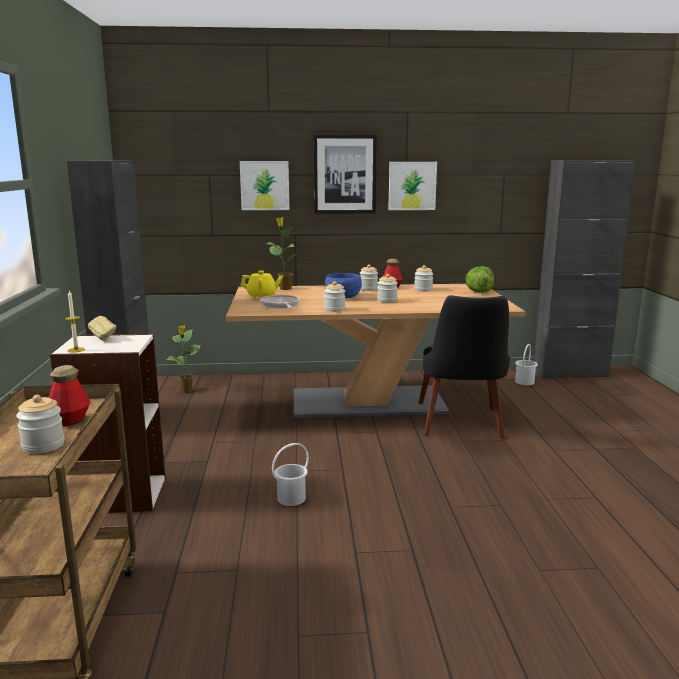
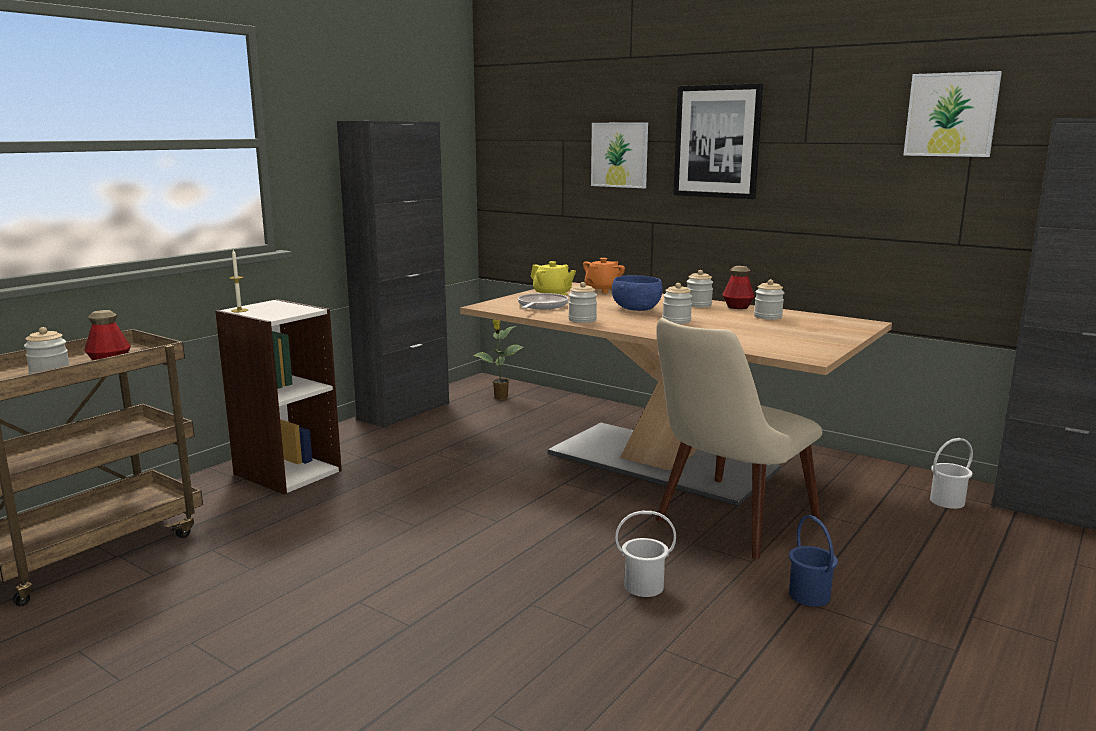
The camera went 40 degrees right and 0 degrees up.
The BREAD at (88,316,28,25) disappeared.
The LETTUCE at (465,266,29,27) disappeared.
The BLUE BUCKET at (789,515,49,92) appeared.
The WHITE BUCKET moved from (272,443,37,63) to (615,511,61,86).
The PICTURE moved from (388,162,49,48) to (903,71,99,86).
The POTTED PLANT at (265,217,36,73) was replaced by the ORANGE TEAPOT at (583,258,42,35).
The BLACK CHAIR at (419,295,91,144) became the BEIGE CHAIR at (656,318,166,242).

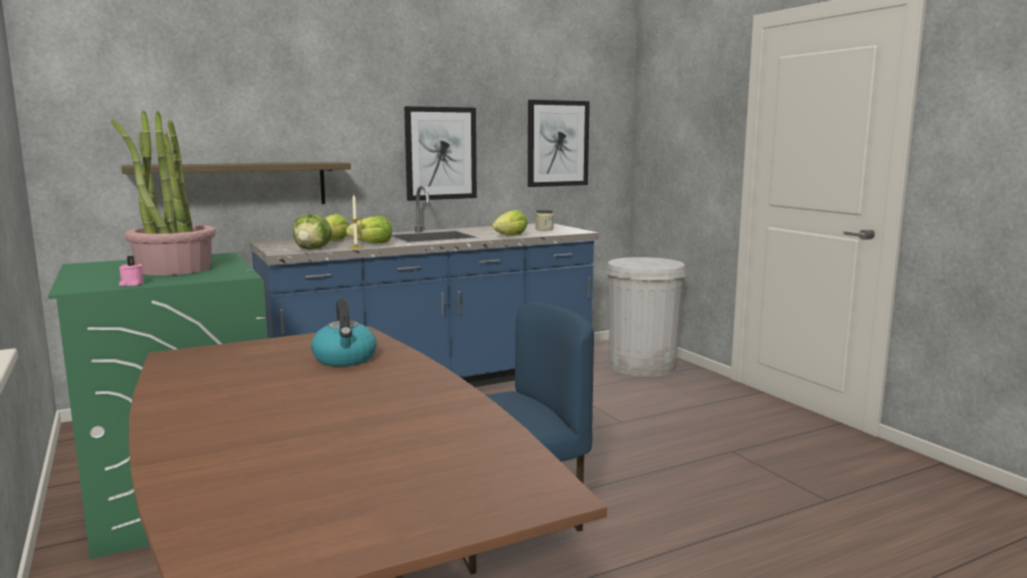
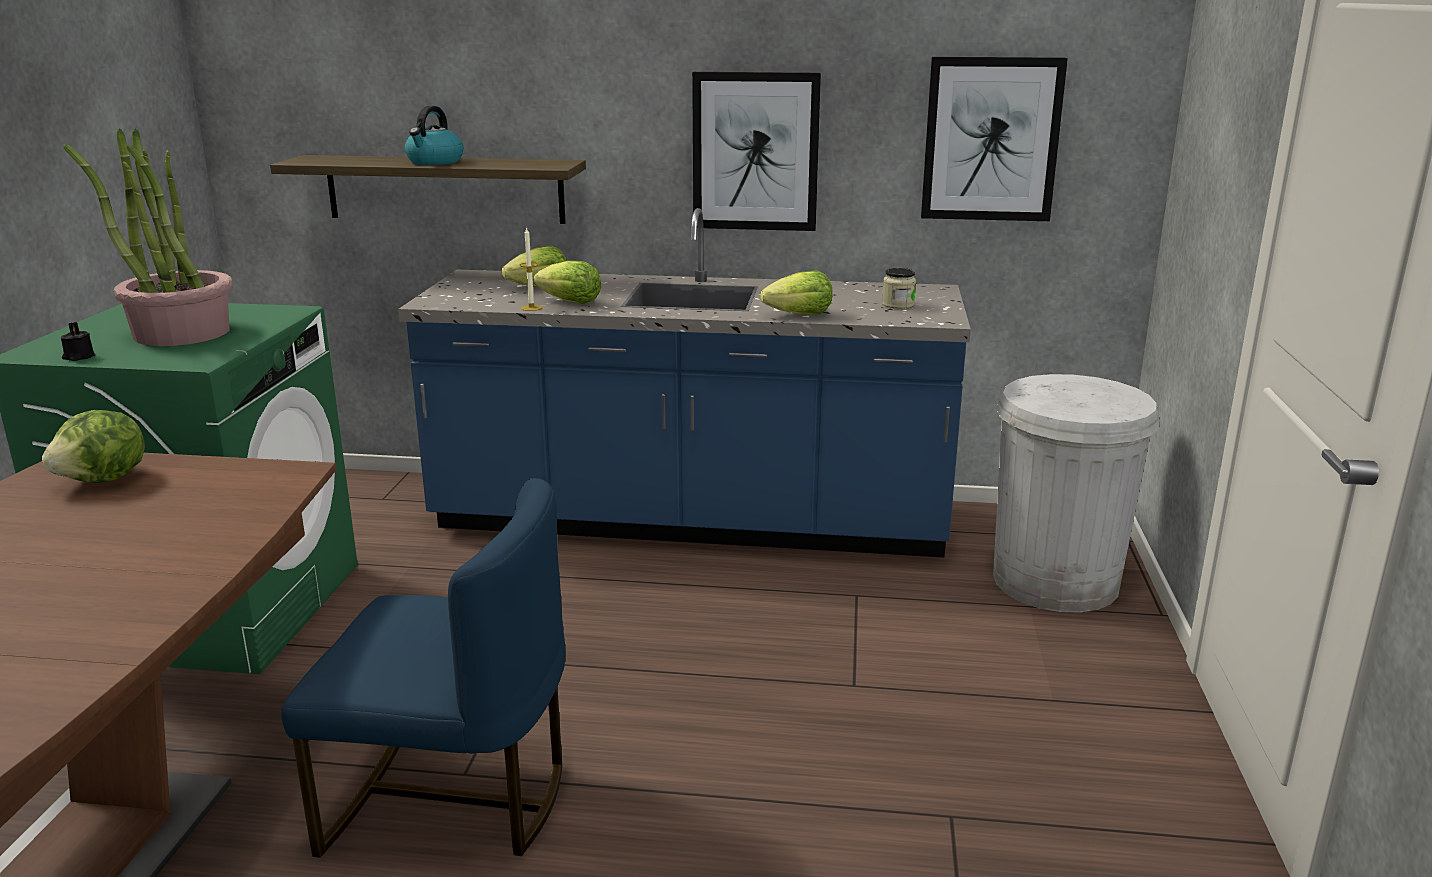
The camera went 35 degrees right and 10 degrees up.
The LETTUCE moved from (293,214,39,35) to (42,410,103,73).
The KETTLE moved from (311,299,66,67) to (405,106,58,59).
The PINK CANDLE at (119,256,25,30) became the BLACK CANDLE at (60,322,35,39).

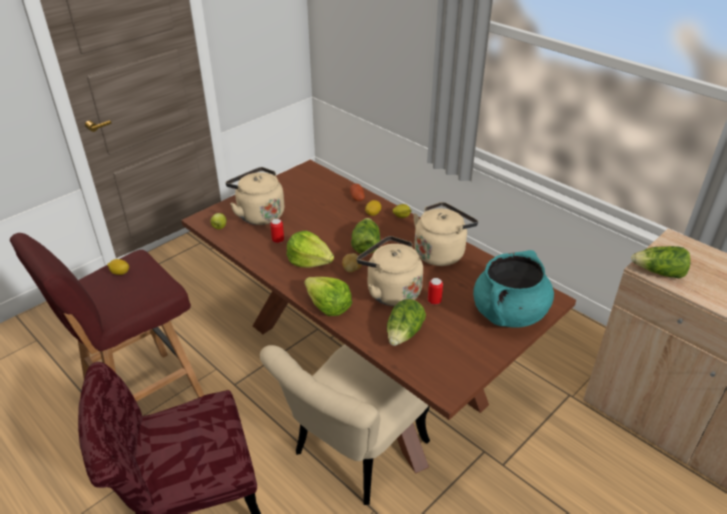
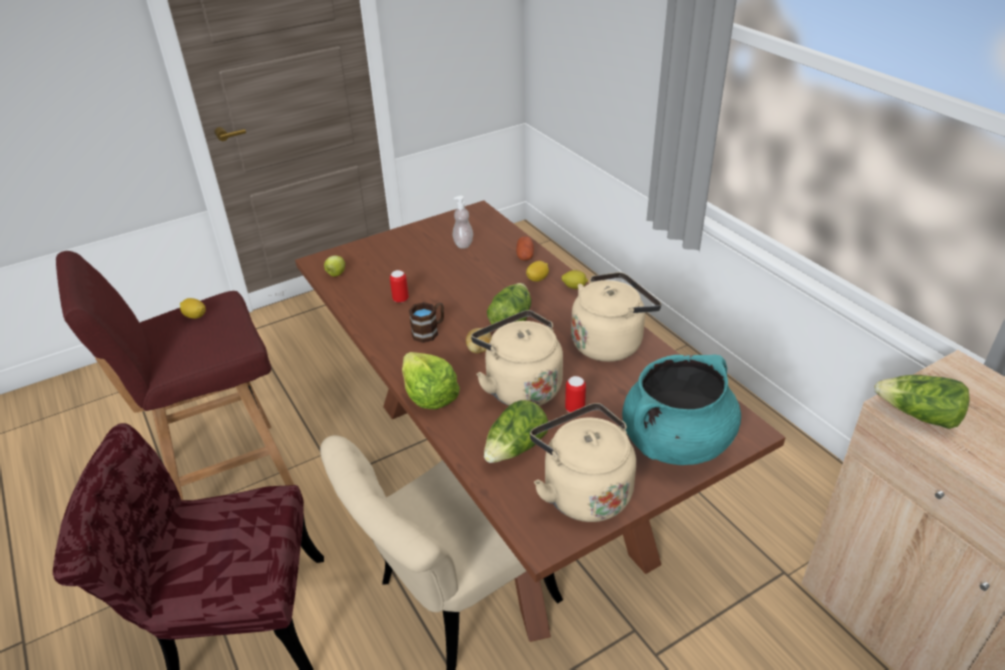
The camera went 15 degrees right and 0 degrees up.
The SOAP DISPENSER at (453,196,20,53) appeared.
The BEIGE KETTLE moved from (225,167,59,58) to (530,403,106,119).
The LETTUCE at (287,231,47,37) was replaced by the BROWN MUG at (409,302,35,41).

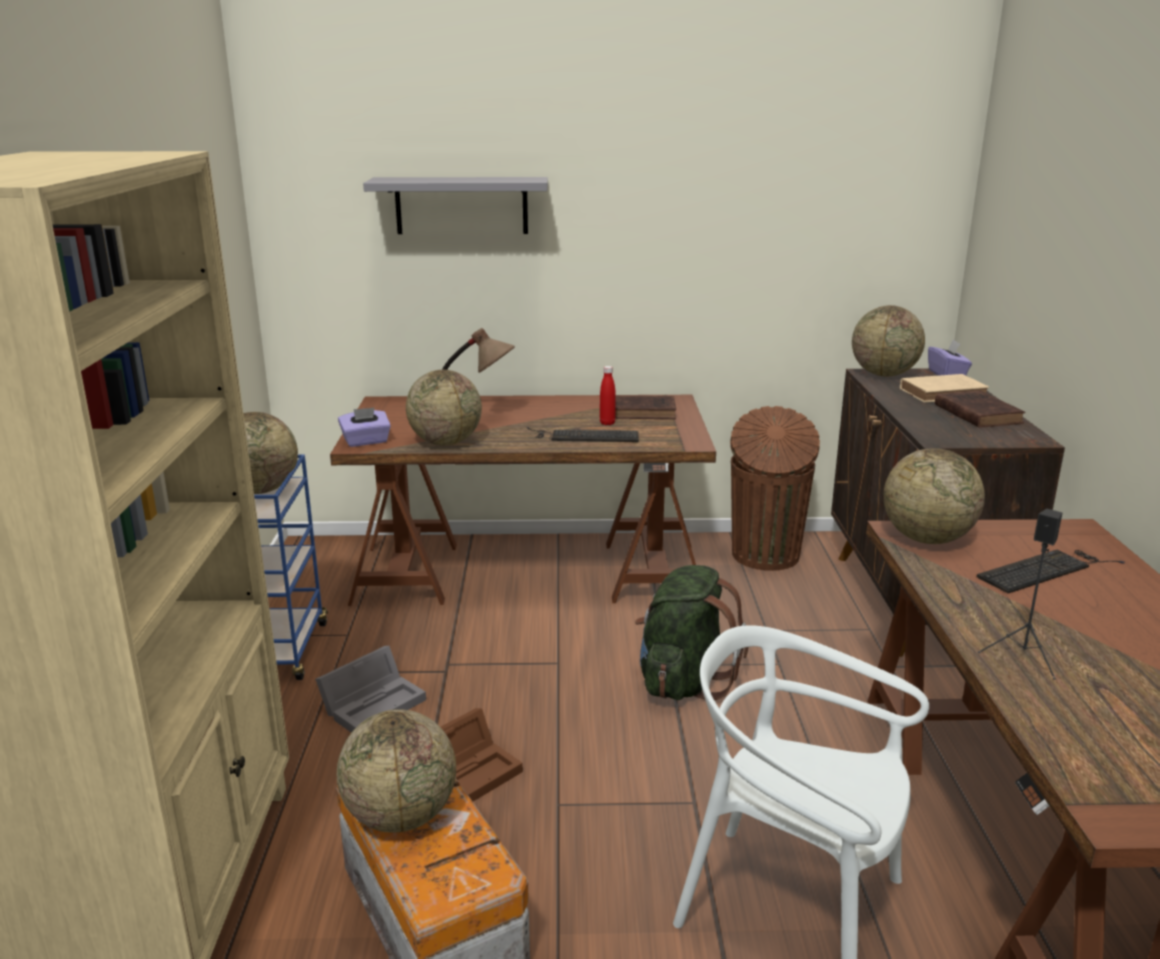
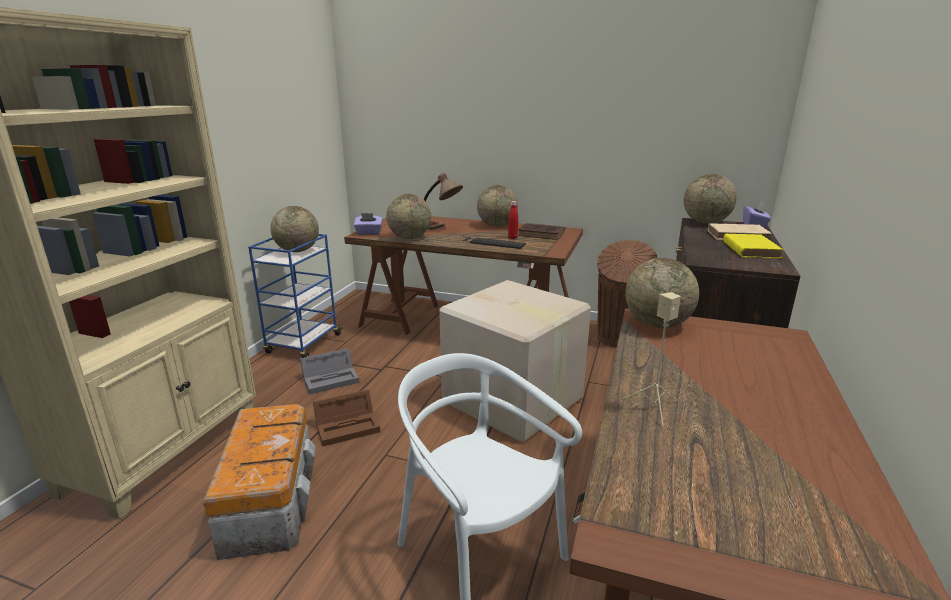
The camera went 20 degrees right and 0 degrees up.
The GREY SHELF at (363,177,185,57) disappeared.
The KEYBOARD at (977,550,148,43) disappeared.
The GLOBE moved from (337,709,119,124) to (477,185,41,42).
The GREEN BACKPACK at (635,565,113,135) was replaced by the CARDBOARD BOX at (439,280,152,162).
The BROWN BOOK at (935,390,91,38) became the YELLOW BOOK at (723,233,60,26).
The BLACK SPEAKER at (978,509,84,171) became the BEIGE SPEAKER at (620,292,61,138).

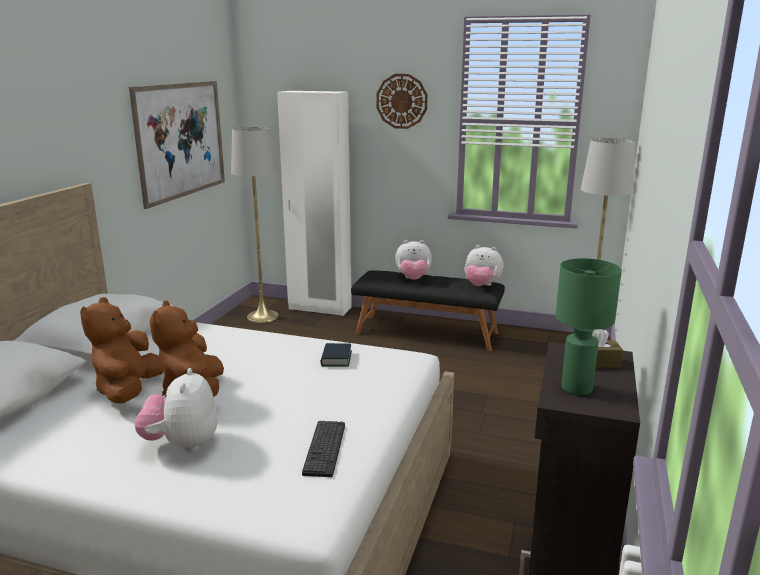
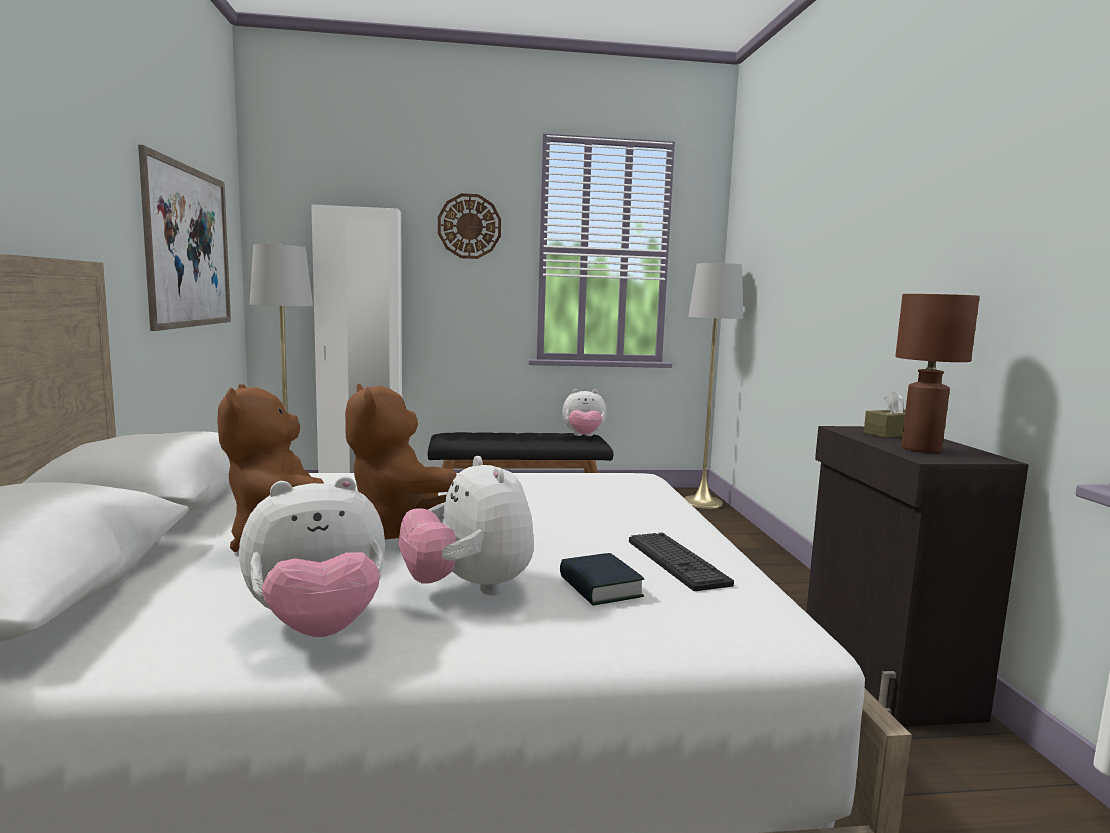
The camera went 25 degrees left and 10 degrees down.
The BOOK moved from (321,343,31,23) to (560,553,84,53).
The PLUSH TOY moved from (395,240,37,40) to (239,476,146,161).
The GREEN TABLE LAMP at (555,258,67,137) became the BROWN TABLE LAMP at (895,294,85,159).

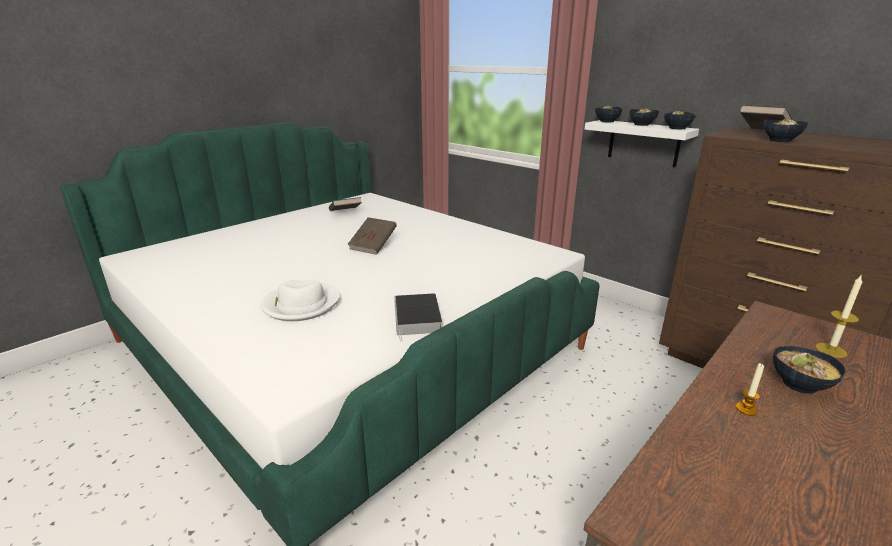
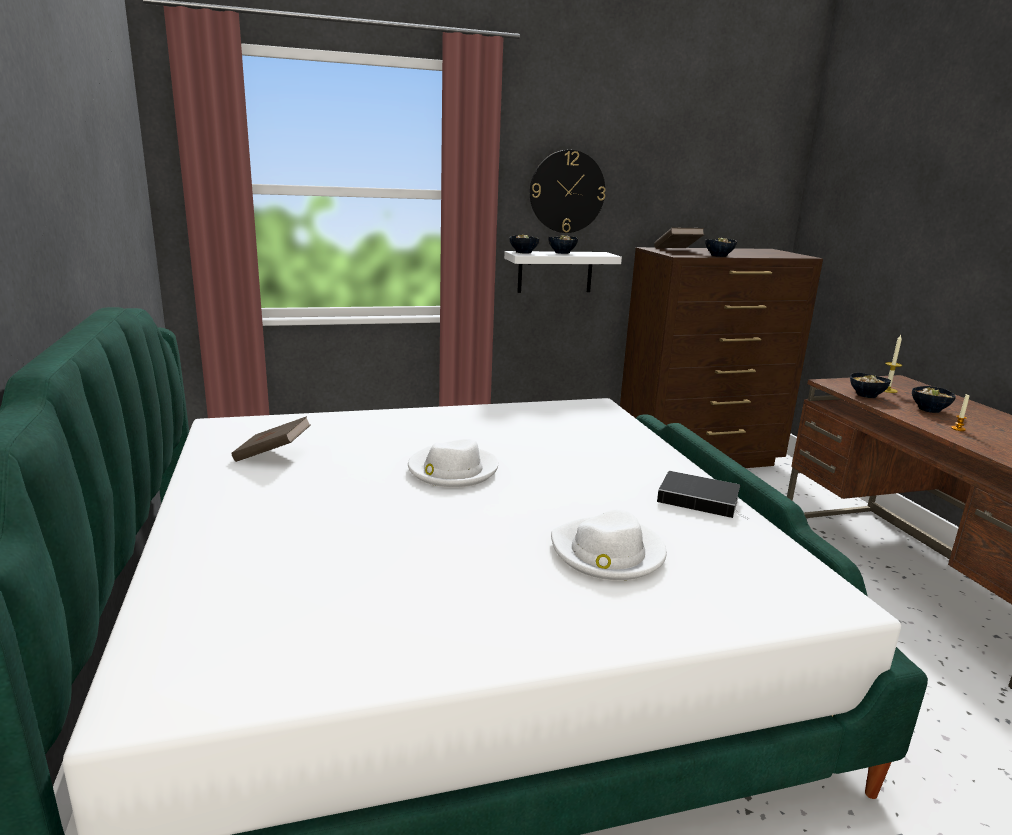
The camera went 60 degrees left and 5 degrees down.
The WALL CLOCK at (530,150,76,83) appeared.
The BOWL moved from (664,111,32,18) to (850,373,41,25).
The BROWN BOOK at (347,217,50,38) was replaced by the WHITE HAT at (408,439,91,49).

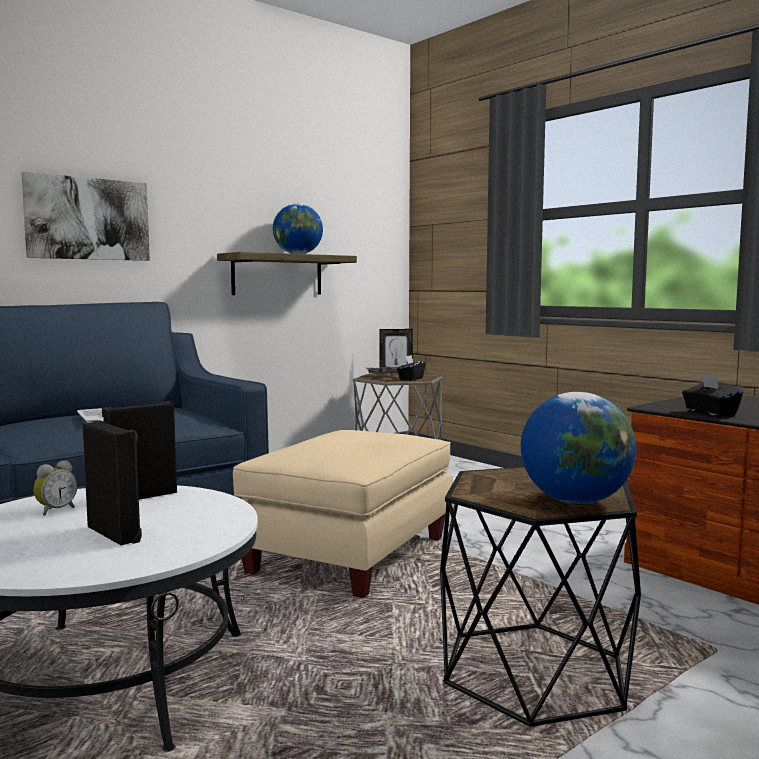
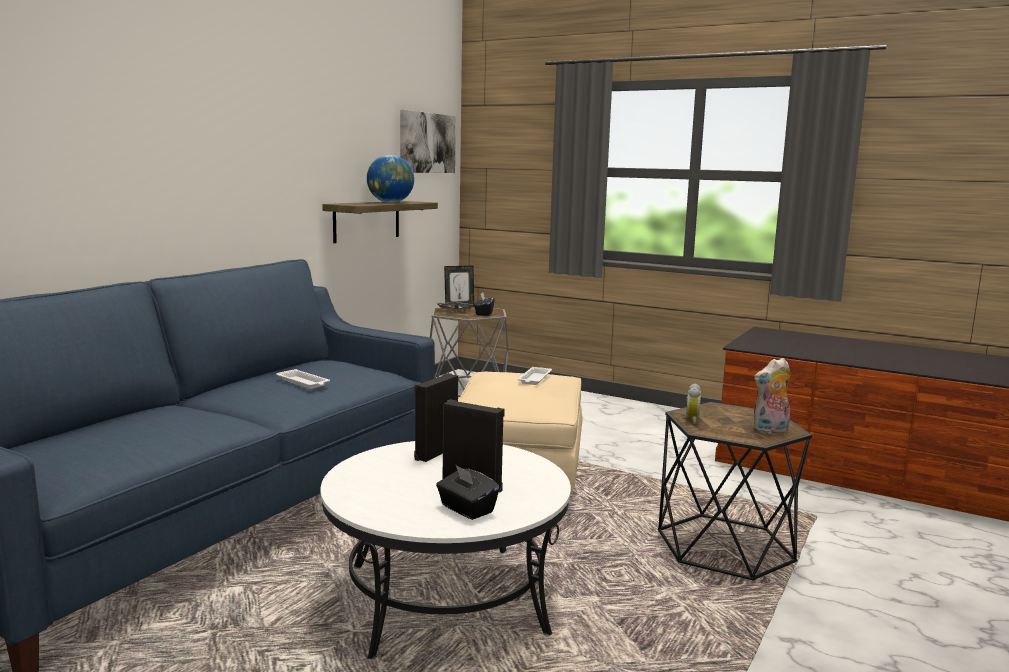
The camera went 20 degrees left and 5 degrees up.
The WHITE TRAY at (518,367,34,18) appeared.
The PICTURE moved from (21,172,129,89) to (400,110,56,63).
The ALARM CLOCK moved from (34,460,43,56) to (682,383,19,41).
The BLACK TISSUE BOX moved from (682,374,61,43) to (436,464,64,56).
The GLOBE at (521,392,115,112) was replaced by the PLUSH TOY at (753,358,37,76).

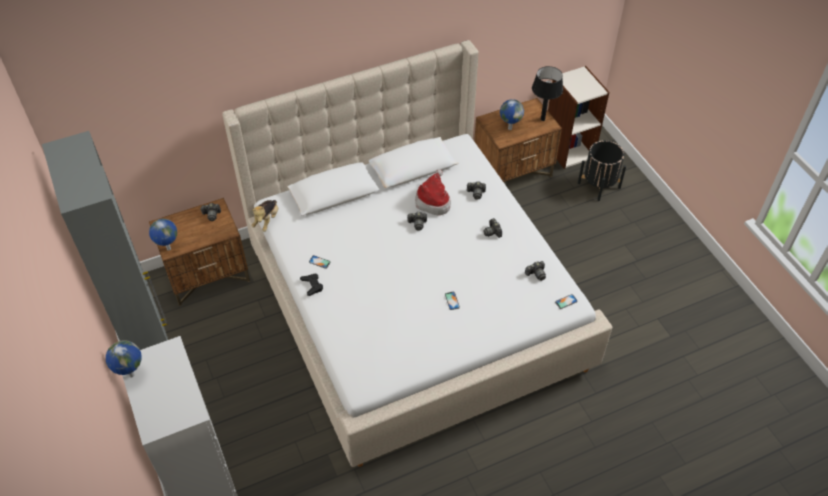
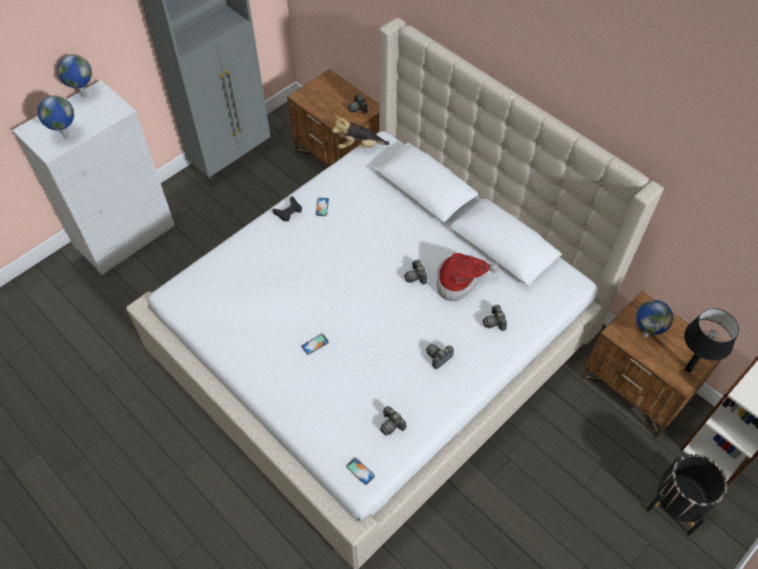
The camera went 70 degrees right and 5 degrees up.
The GLOBE moved from (149,219,28,32) to (37,95,37,44).

